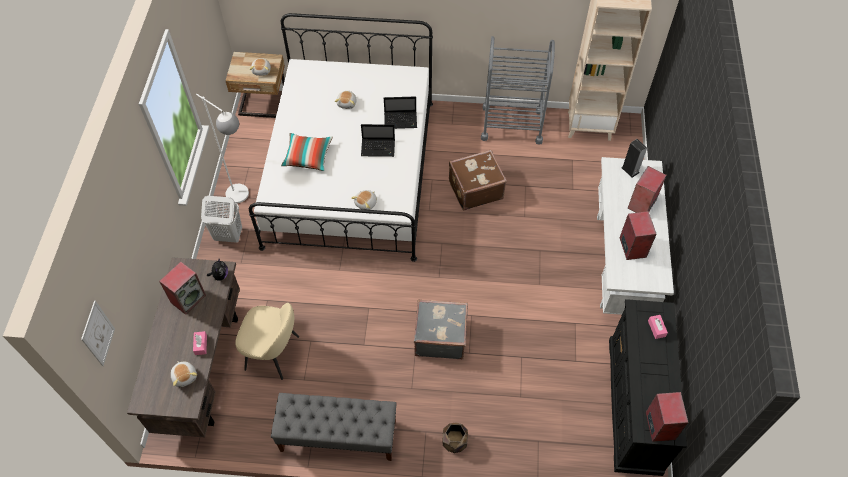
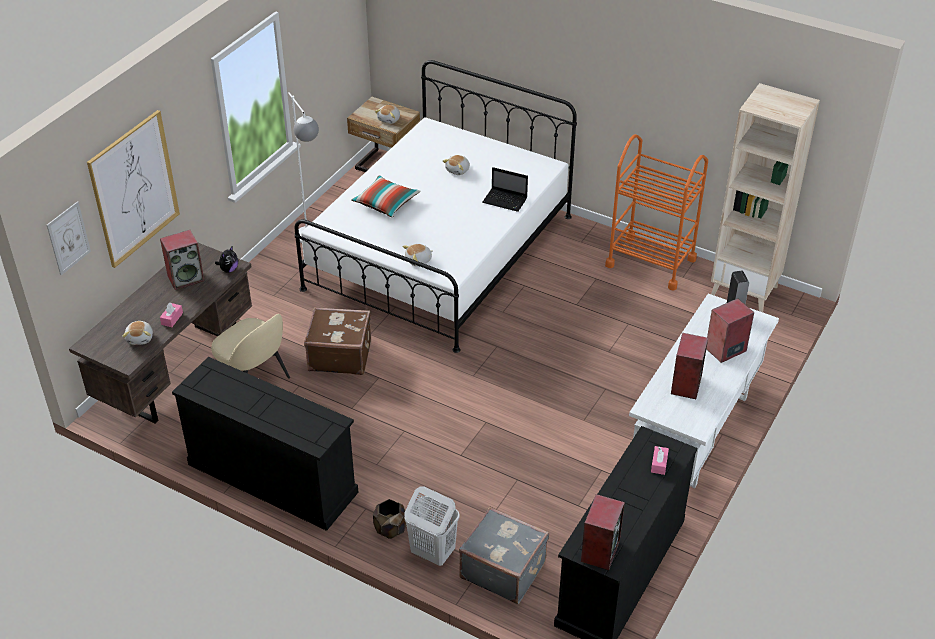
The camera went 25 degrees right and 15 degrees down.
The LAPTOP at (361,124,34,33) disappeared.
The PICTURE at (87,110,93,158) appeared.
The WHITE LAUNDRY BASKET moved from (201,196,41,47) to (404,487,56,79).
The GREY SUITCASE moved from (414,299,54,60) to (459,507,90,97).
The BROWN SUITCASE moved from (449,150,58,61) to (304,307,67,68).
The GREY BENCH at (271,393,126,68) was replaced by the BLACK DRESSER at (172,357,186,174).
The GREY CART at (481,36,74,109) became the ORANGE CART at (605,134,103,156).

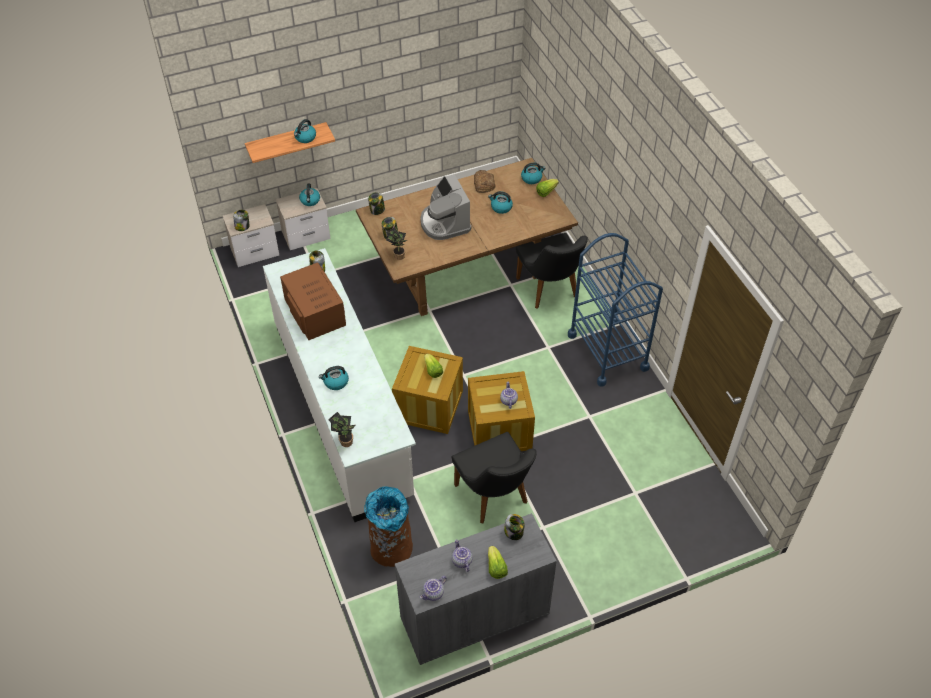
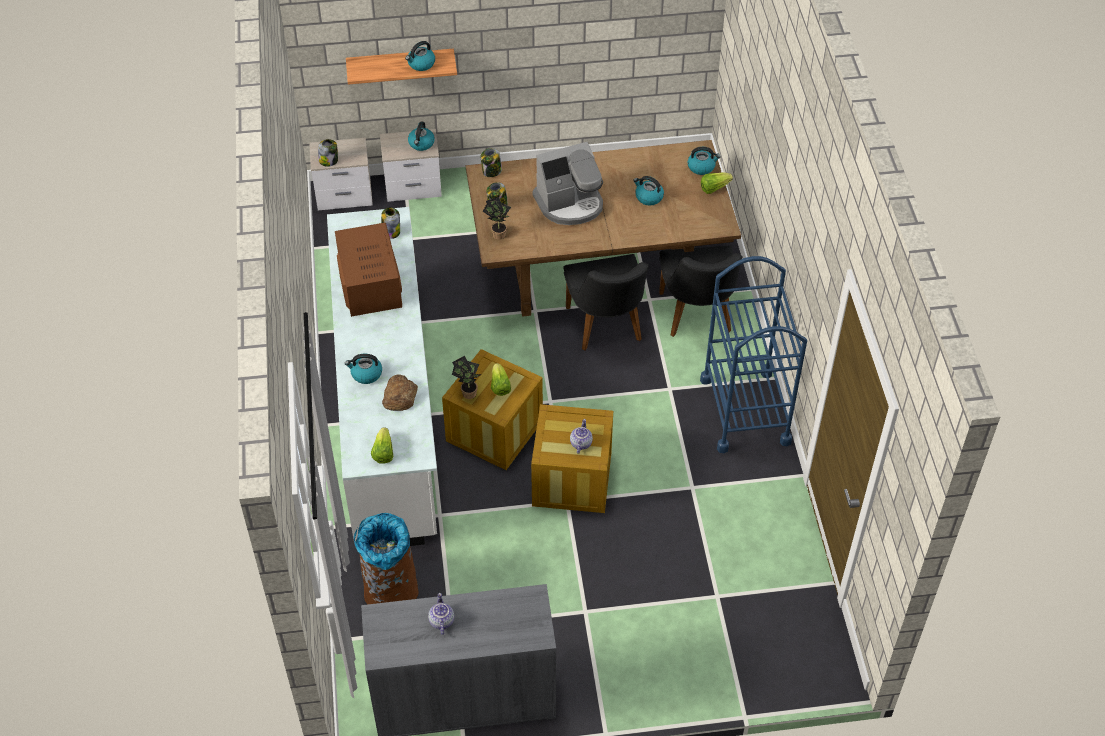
The camera went 15 degrees right and 0 degrees up.
The TEAPOT at (420,576,27,25) disappeared.
The JAR at (504,514,21,26) disappeared.
The POTTED PLANT moved from (328,412,27,35) to (452,356,29,43).
The BLACK CHAIR moved from (451,432,85,91) to (563,254,86,96).
The BREAD moved from (474,170,21,23) to (382,374,36,37).
The LETTUCE moved from (488,546,20,33) to (371,427,22,37).
The COFFEE MACHINE at (420,174,51,66) turned 105 degrees counterclockwise.

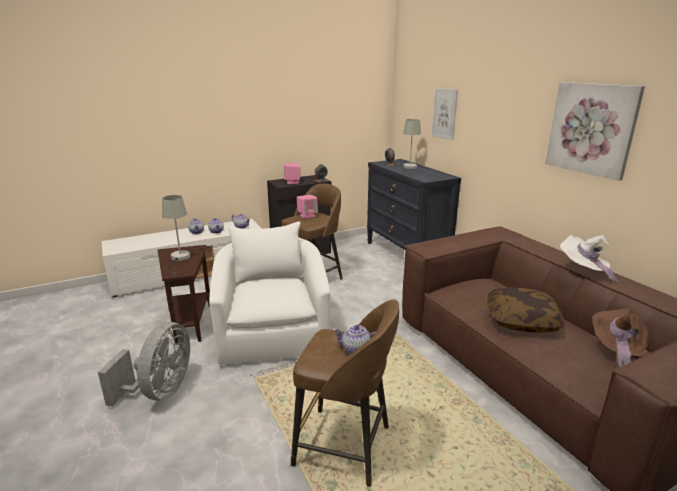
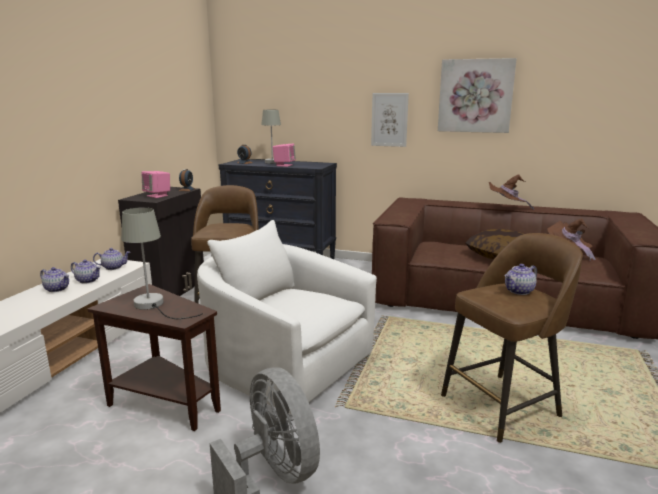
The camera went 45 degrees left and 5 degrees down.
The PINK SPEAKER moved from (297,195,21,23) to (273,144,23,23).
The PICTURE moved from (431,88,27,52) to (371,93,38,54).
The WHITE HAT at (560,235,58,49) became the BROWN HAT at (489,174,45,36).

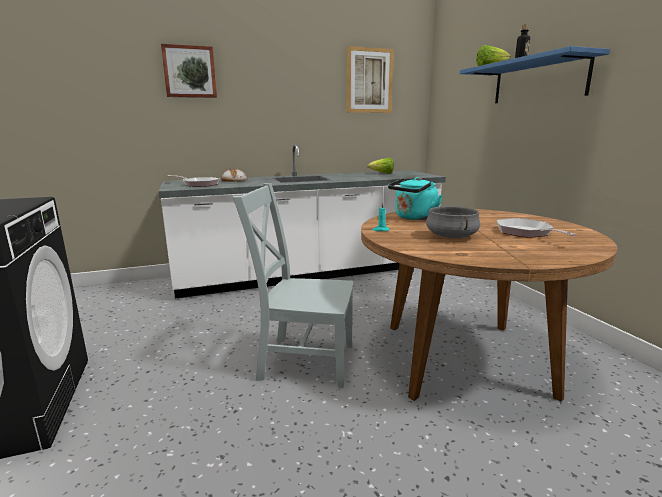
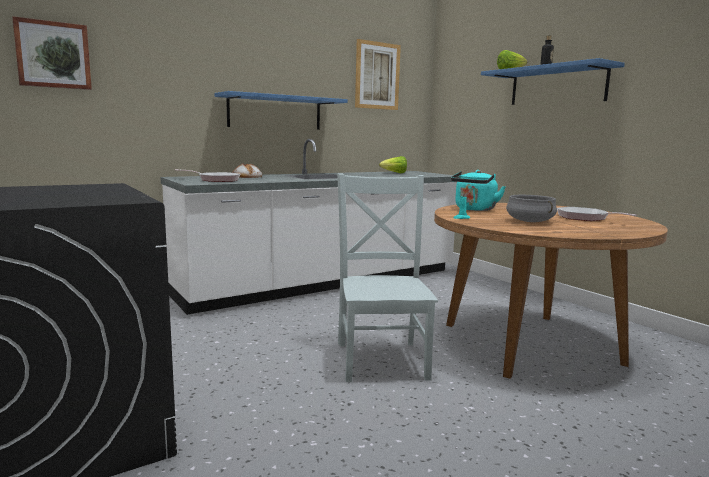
The camera went 15 degrees left and 5 degrees down.
The BLUE SHELF at (215,91,133,39) appeared.
The PICTURE moved from (161,44,56,54) to (12,16,80,74).
The GREY CHAIR at (233,183,121,205) turned 90 degrees clockwise.

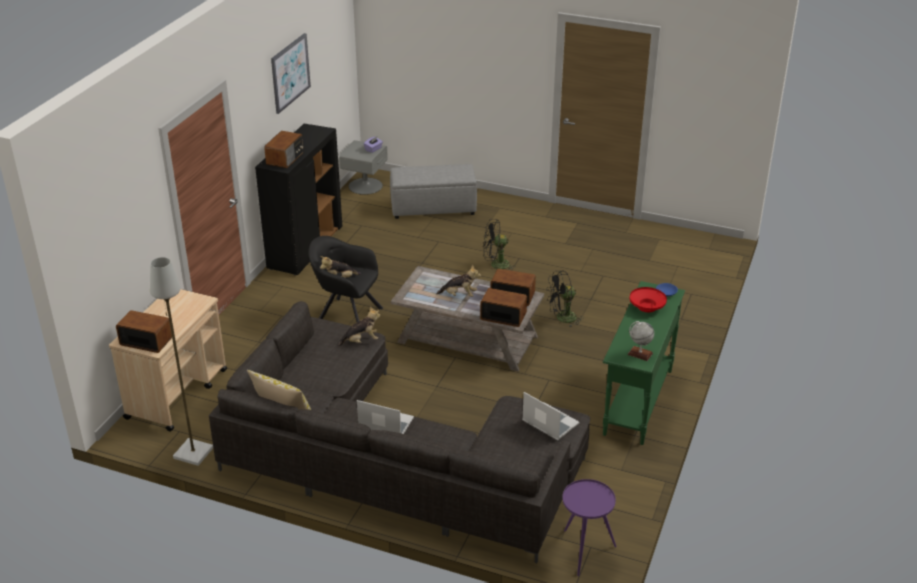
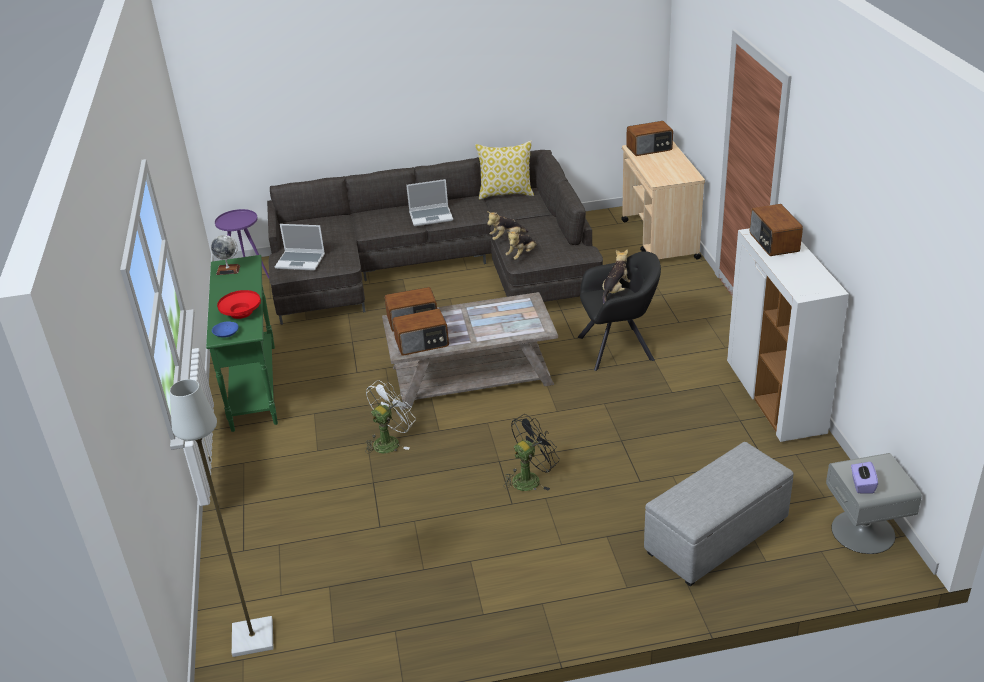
The camera went 150 degrees right and 0 degrees up.
The PICTURE at (271,33,40,81) disappeared.
The GREY FLOOR LAMP moved from (150,257,63,209) to (170,379,104,278).
The PLUSH TOY moved from (436,264,45,33) to (487,211,42,29).
The BLACK CABINET at (255,124,87,151) became the WHITE CABINET at (727,228,122,214).
The BLACK FAN at (546,271,36,57) became the WHITE FAN at (365,380,51,74).

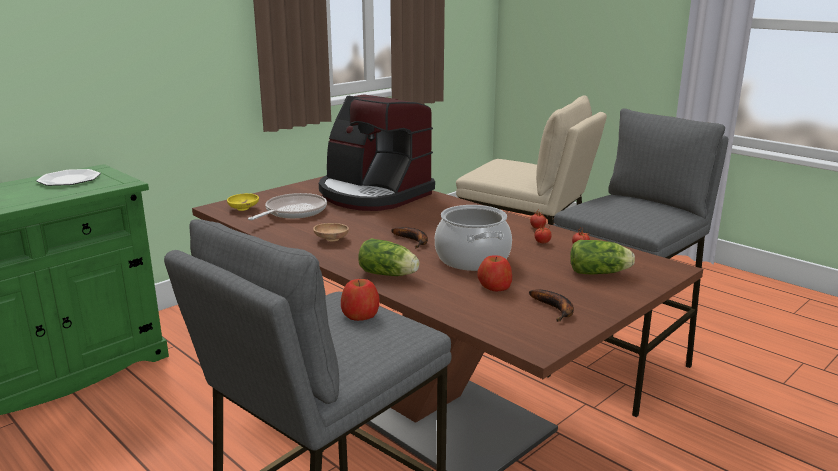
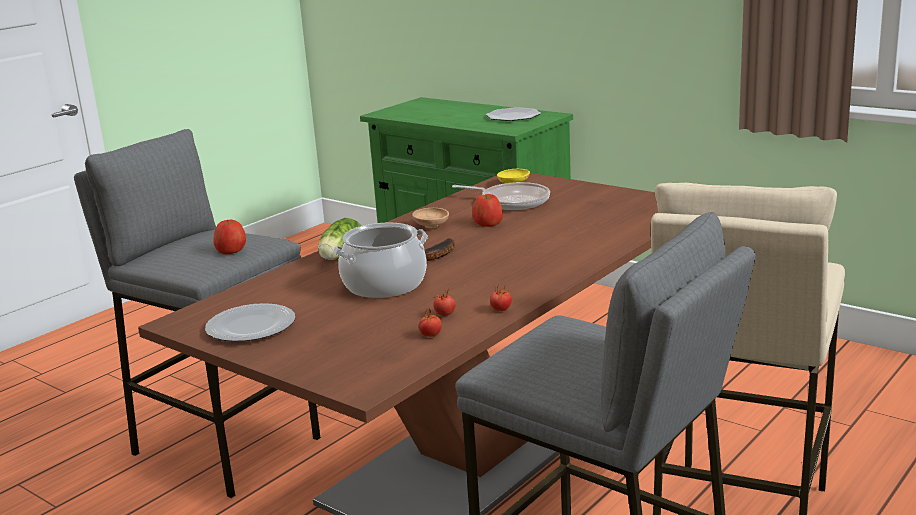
The camera went 85 degrees right and 0 degrees up.
The COFFEE MACHINE at (319,94,116,117) disappeared.
The LETTUCE at (570,240,65,34) disappeared.
The APPLE moved from (477,256,35,36) to (472,194,31,33).
The BANANA at (529,289,45,33) was replaced by the PLATE at (205,303,90,39).

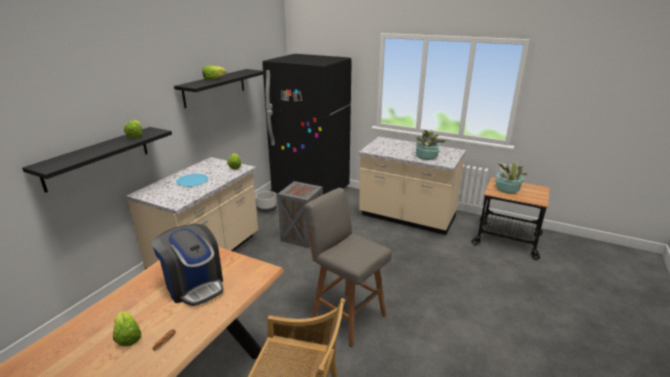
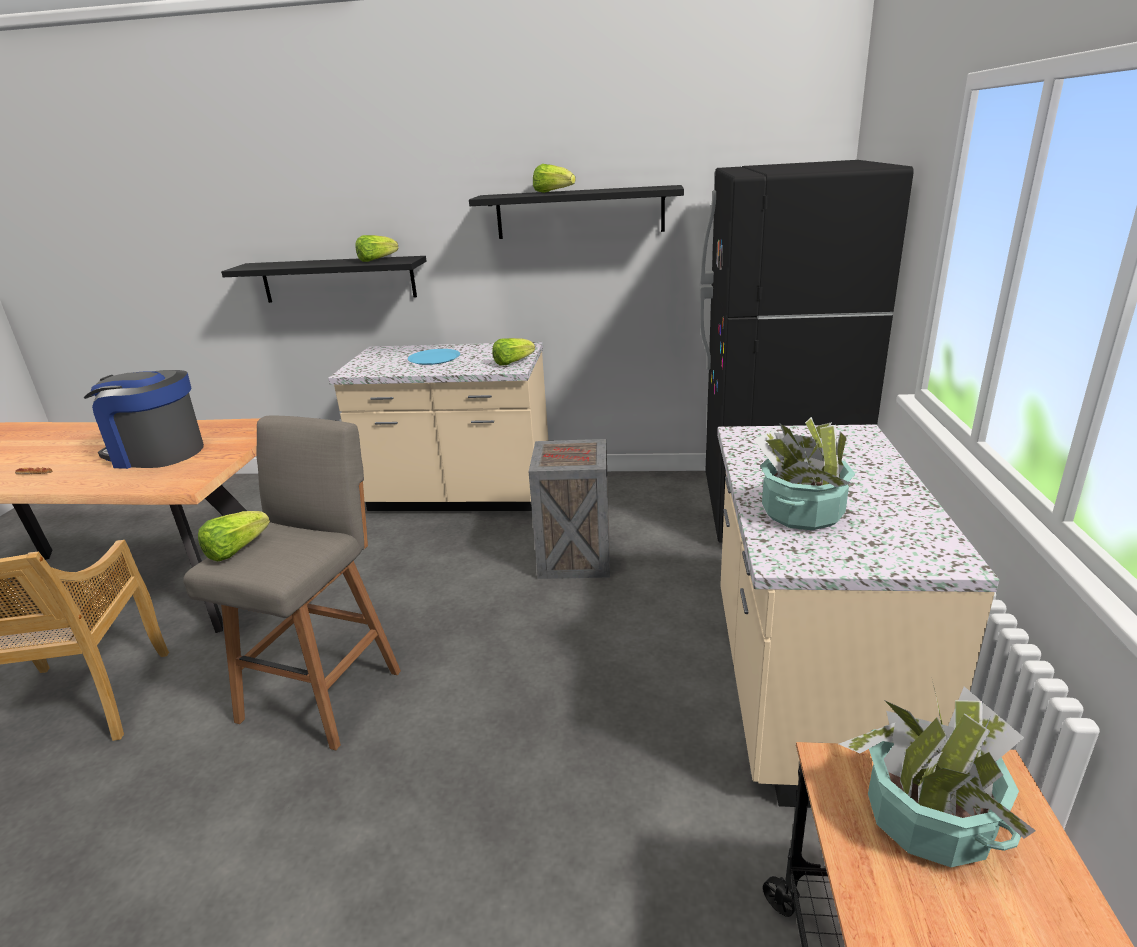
The camera went 70 degrees right and 0 degrees up.
The GREY PLANTER at (256,191,21,22) disappeared.
The LETTUCE moved from (113,311,28,36) to (198,511,72,50).
The COFFEE MACHINE at (152,224,71,82) turned 75 degrees clockwise.

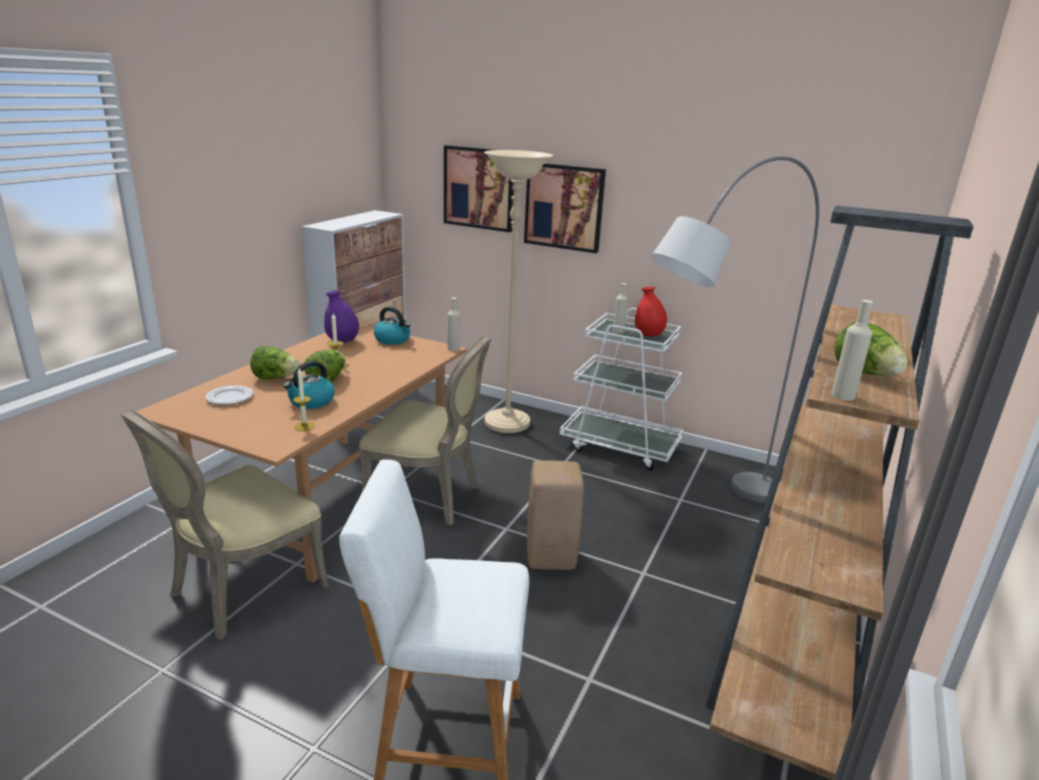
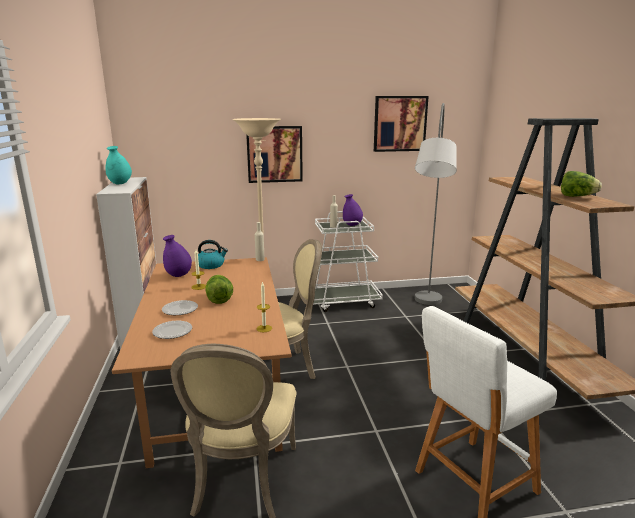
The camera went 35 degrees left and 5 degrees down.
The KETTLE at (283,361,52,48) disappeared.
The BEIGE STOOL at (527,460,57,110) disappeared.
The BEIGE BOTTLE at (831,300,42,101) disappeared.
The TURQUOISE VASE at (106,146,26,38) appeared.
The PICTURE moved from (444,145,70,87) to (374,96,55,56).
The LETTUCE at (250,346,50,33) was replaced by the PLATE at (162,300,36,15).
The RED VASE at (635,286,32,51) became the PURPLE VASE at (343,194,20,32).

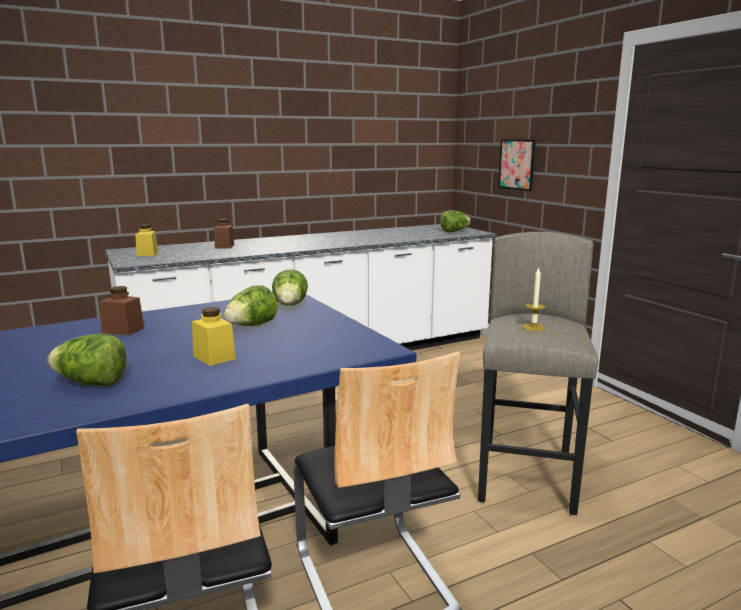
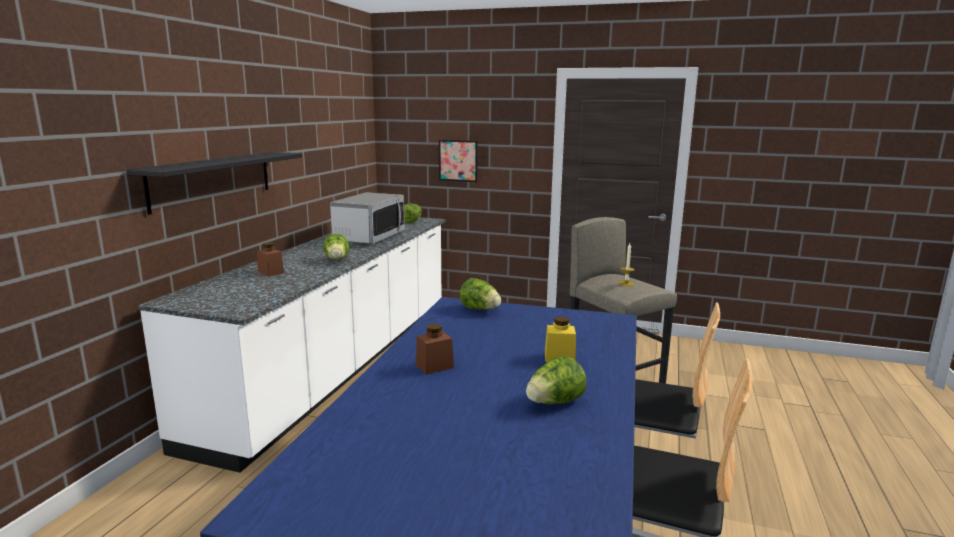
The camera went 45 degrees left and 0 degrees up.
The YELLOW JAR at (135,224,23,32) disappeared.
The BLACK SHELF at (126,152,176,63) appeared.
The MICROWAVE at (330,192,74,52) appeared.
The LETTUCE moved from (224,286,54,40) to (323,234,26,26).

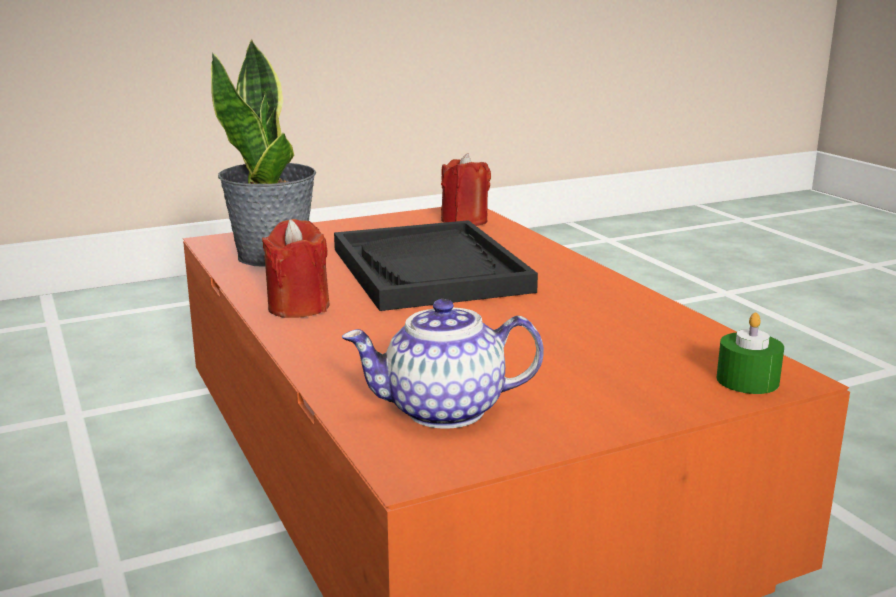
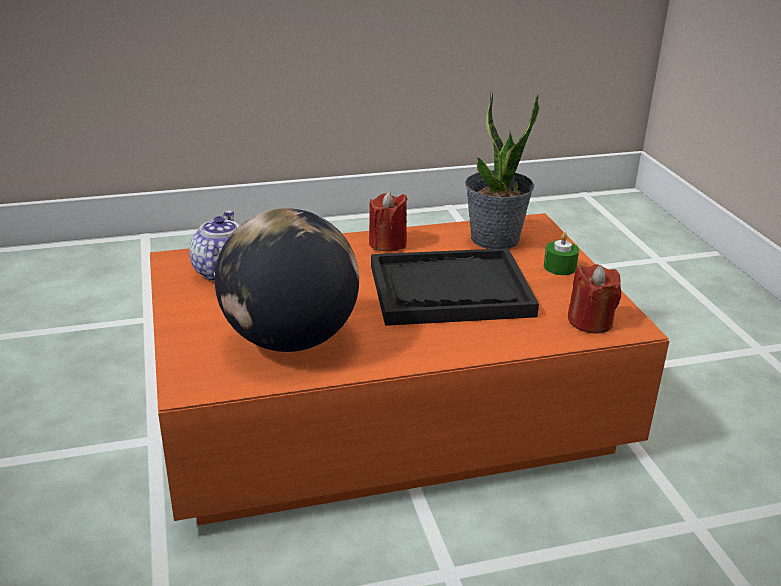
The camera went 100 degrees right and 10 degrees up.
The GLOBE at (215,208,144,144) appeared.
The GREEN CANDLE moved from (716,312,68,82) to (544,232,35,43).

